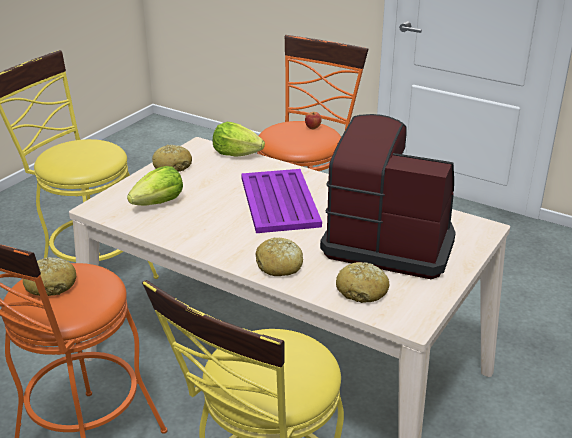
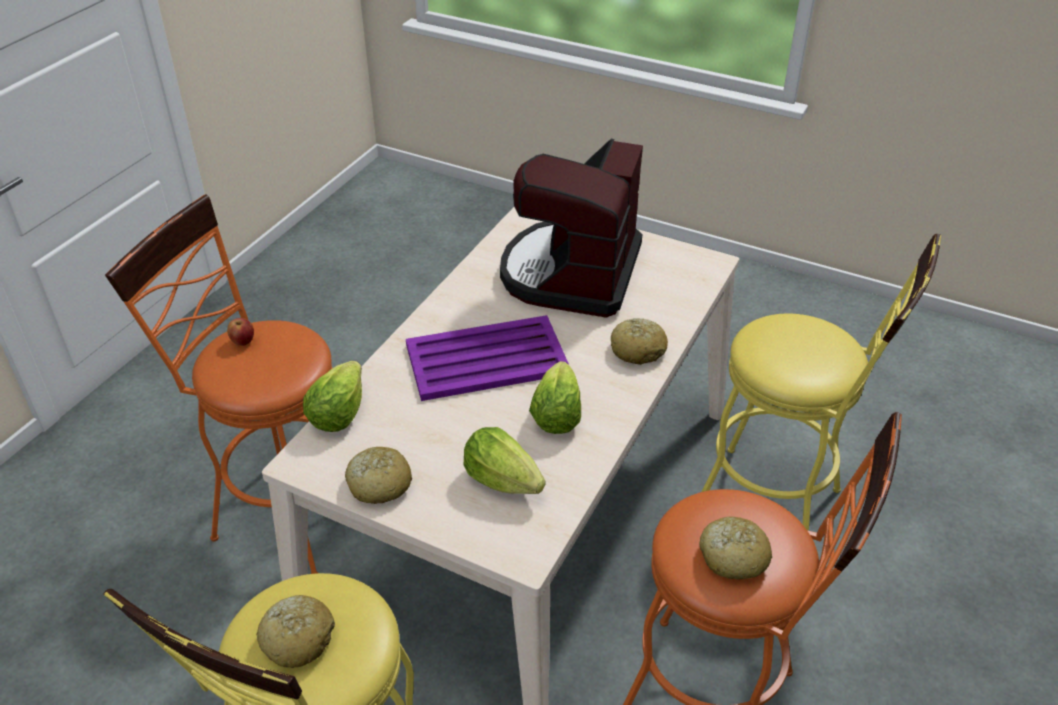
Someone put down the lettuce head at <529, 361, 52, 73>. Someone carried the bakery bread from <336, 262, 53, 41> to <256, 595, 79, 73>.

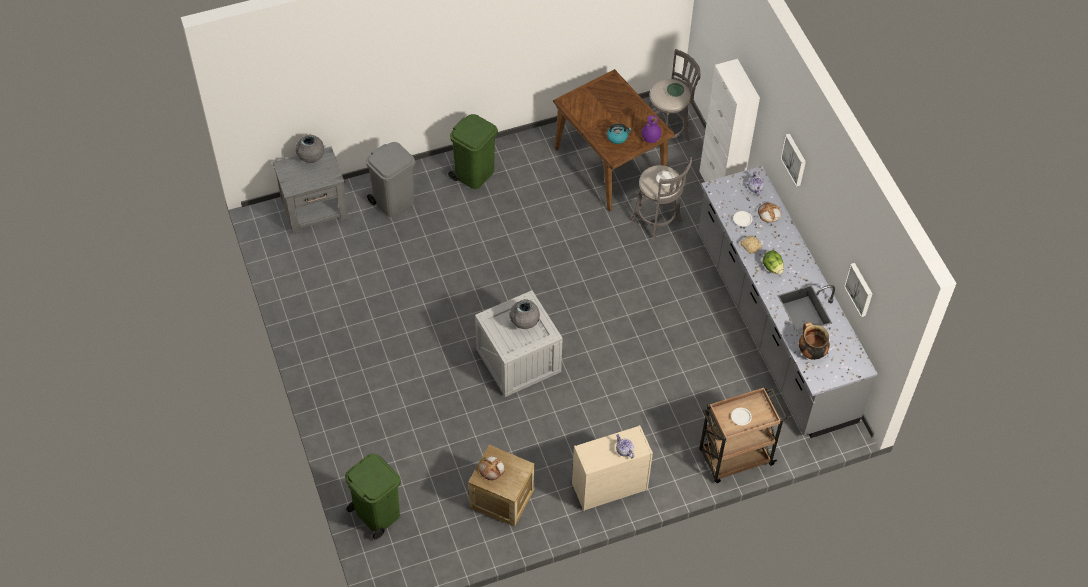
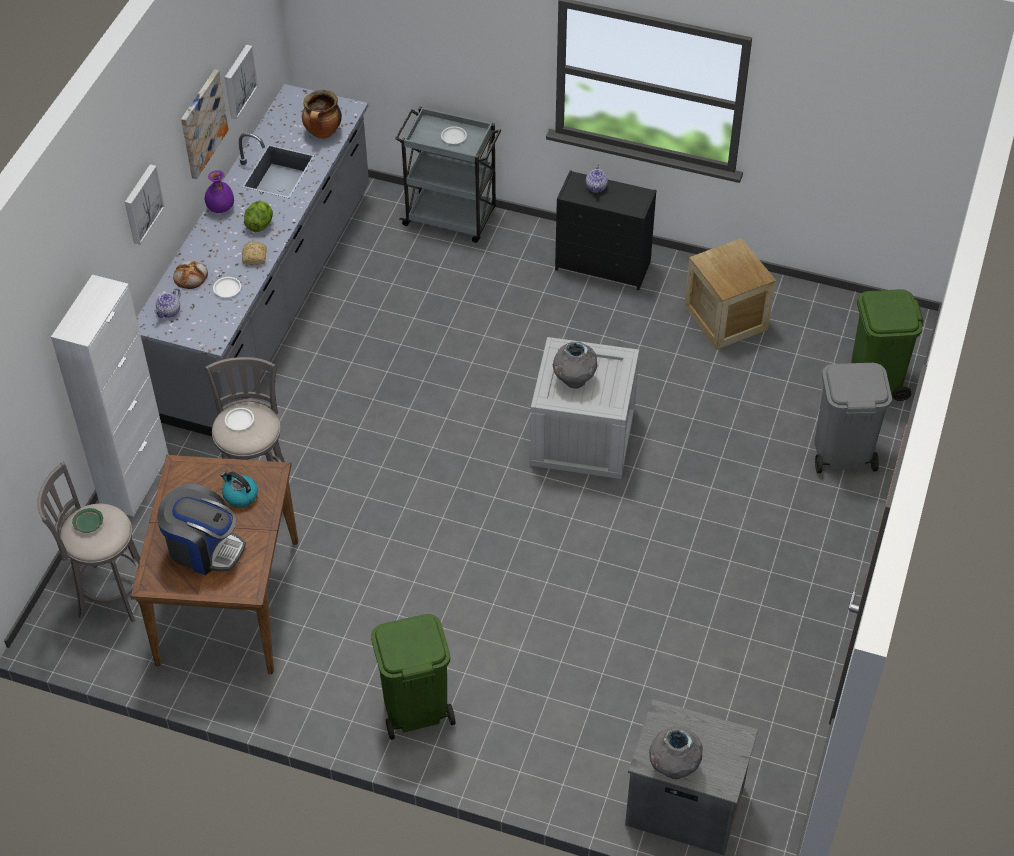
Someone took away the bakery bread at <479, 457, 26, 23>. Someone put down the coffee machine at <157, 483, 89, 92>. Someone put up the wall picture at <181, 69, 48, 110>. Someone carried the waste bin in gray from <366, 142, 49, 75> to <815, 363, 77, 110>. Someone carried the decorative vase in purplish from <642, 115, 20, 28> to <205, 170, 29, 43>. Someone repainted the chest of drawers in beige-coloured at <572, 425, 81, 86>, which became the chest of drawers in blackish at <555, 170, 101, 120>. Someone repainted the trolley in brown at <699, 387, 88, 96>, which became the trolley in gray at <395, 107, 106, 136>.

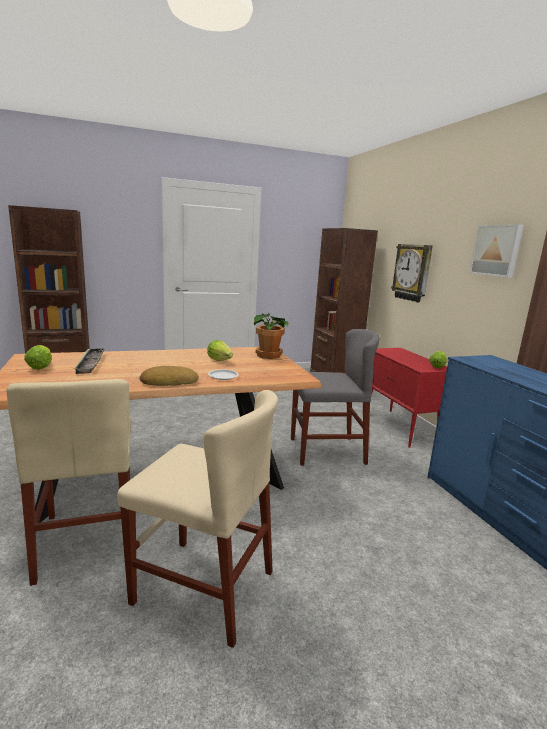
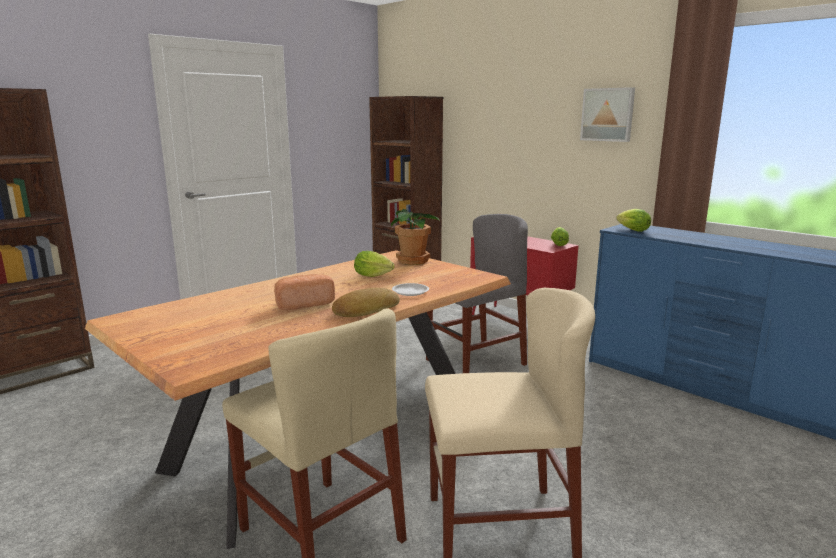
Someone took away the tray at <73, 348, 32, 26>. Someone took away the wall clock at <391, 244, 42, 58>. Someone put down the bakery bread at <274, 274, 61, 36>. Someone carried the lettuce head from <24, 345, 28, 25> to <616, 209, 35, 23>.

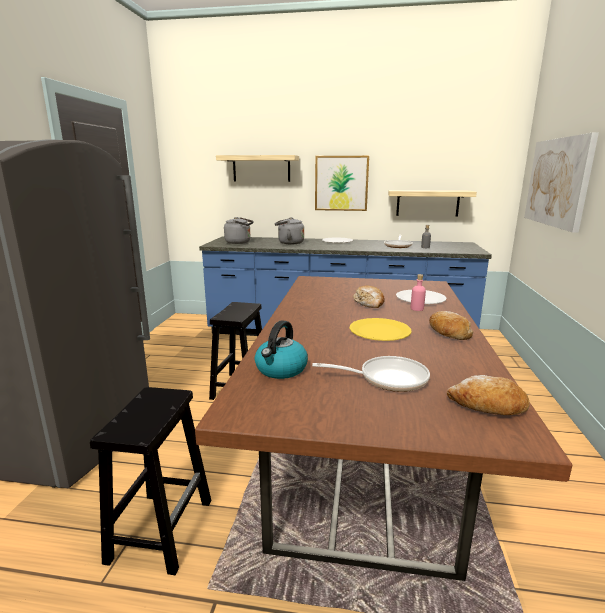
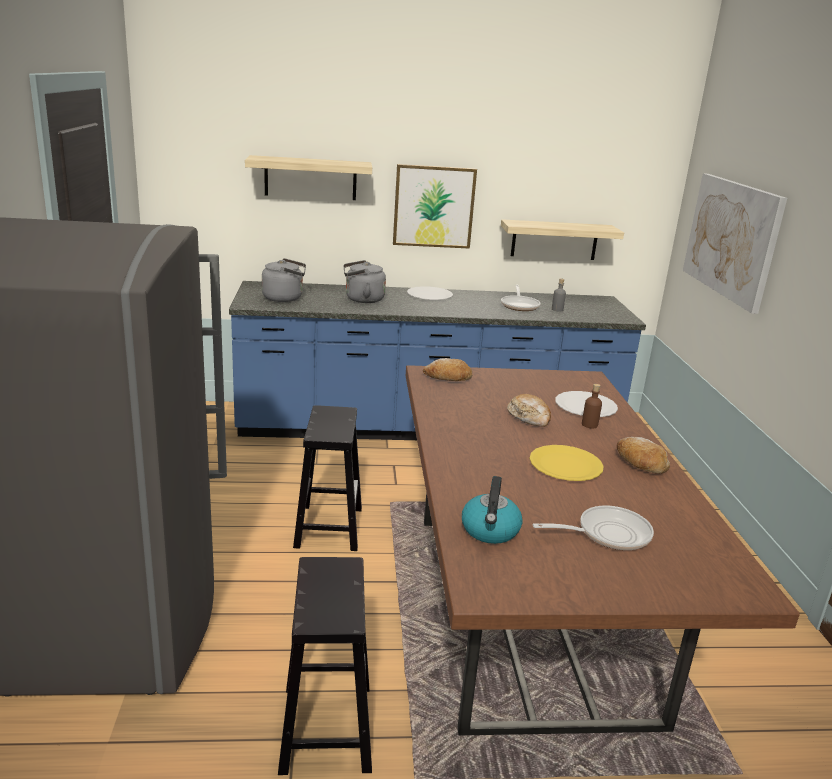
Someone carried the bakery bread from <447, 375, 83, 40> to <423, 358, 49, 23>. Someone repainted the beverage bottle in pink at <411, 274, 15, 37>, which became the beverage bottle in brown at <582, 384, 20, 44>.

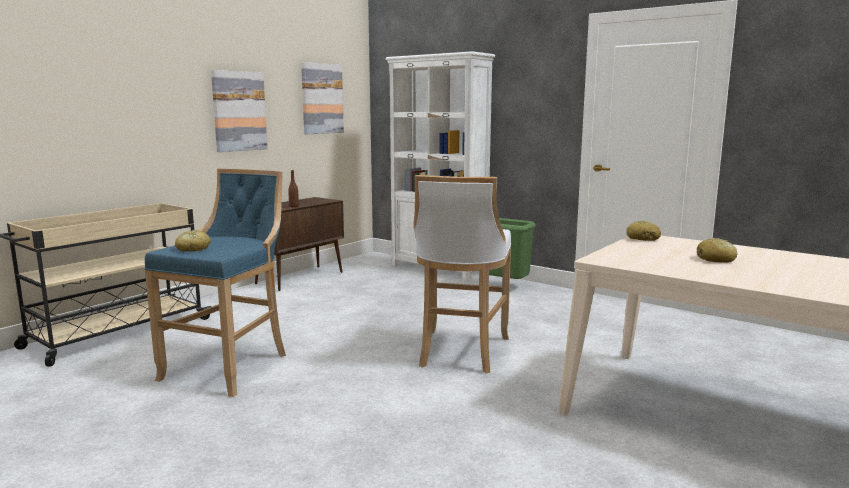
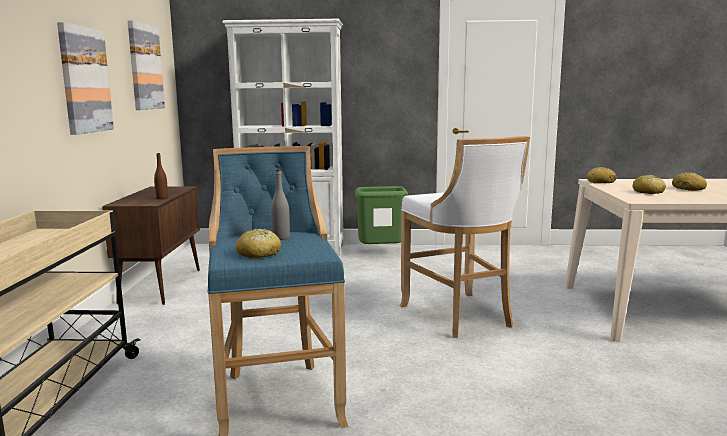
Someone put down the beverage bottle in gray at <271, 170, 19, 70>. Someone put down the bakery bread at <632, 175, 34, 19>.

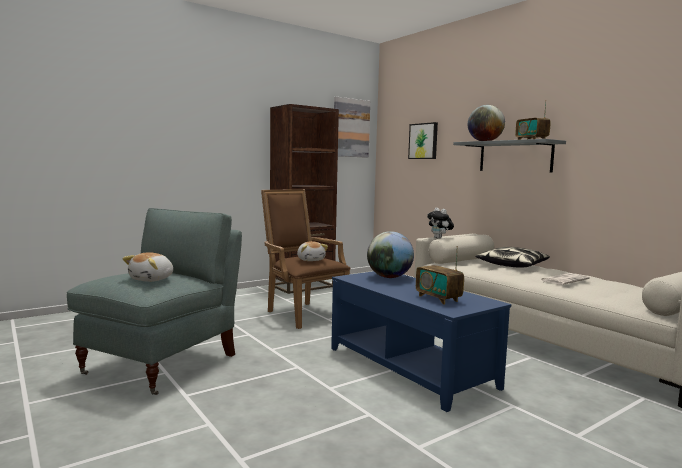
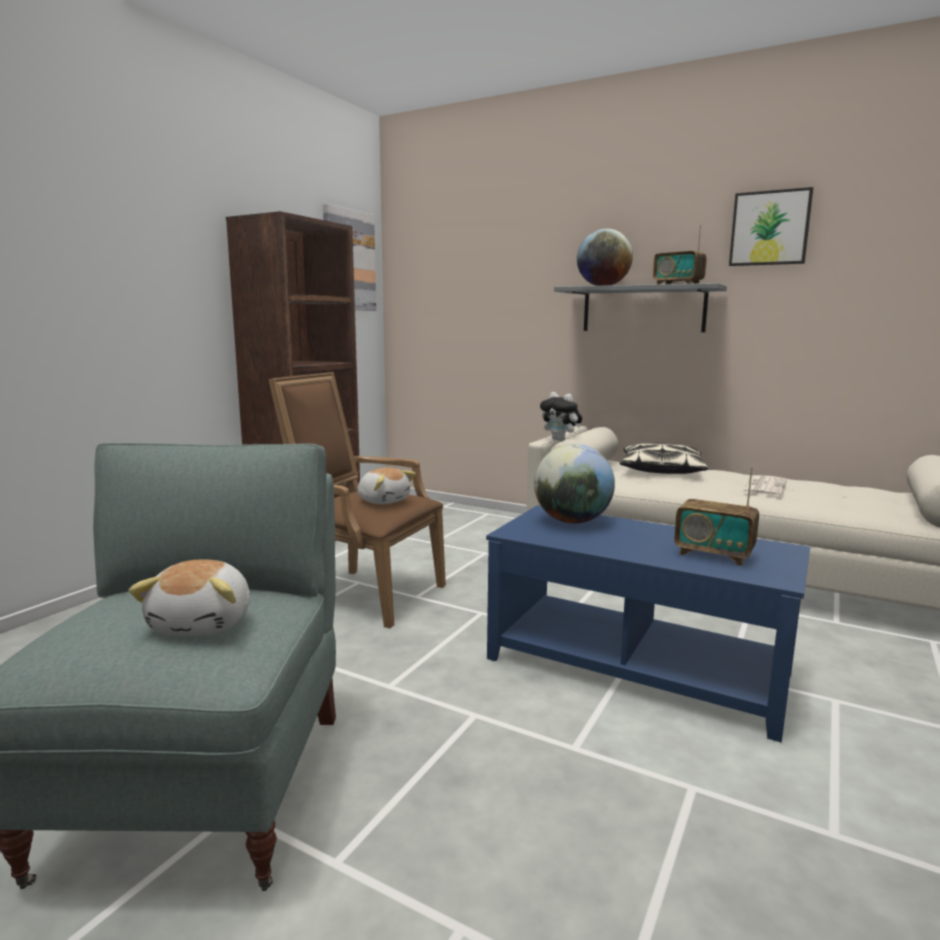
Someone carried the wall picture from <408, 122, 30, 37> to <729, 187, 84, 79>.

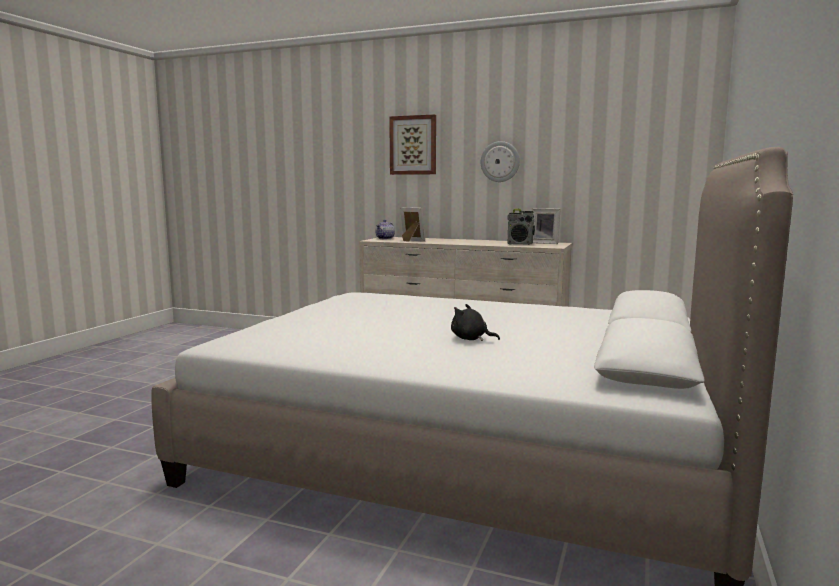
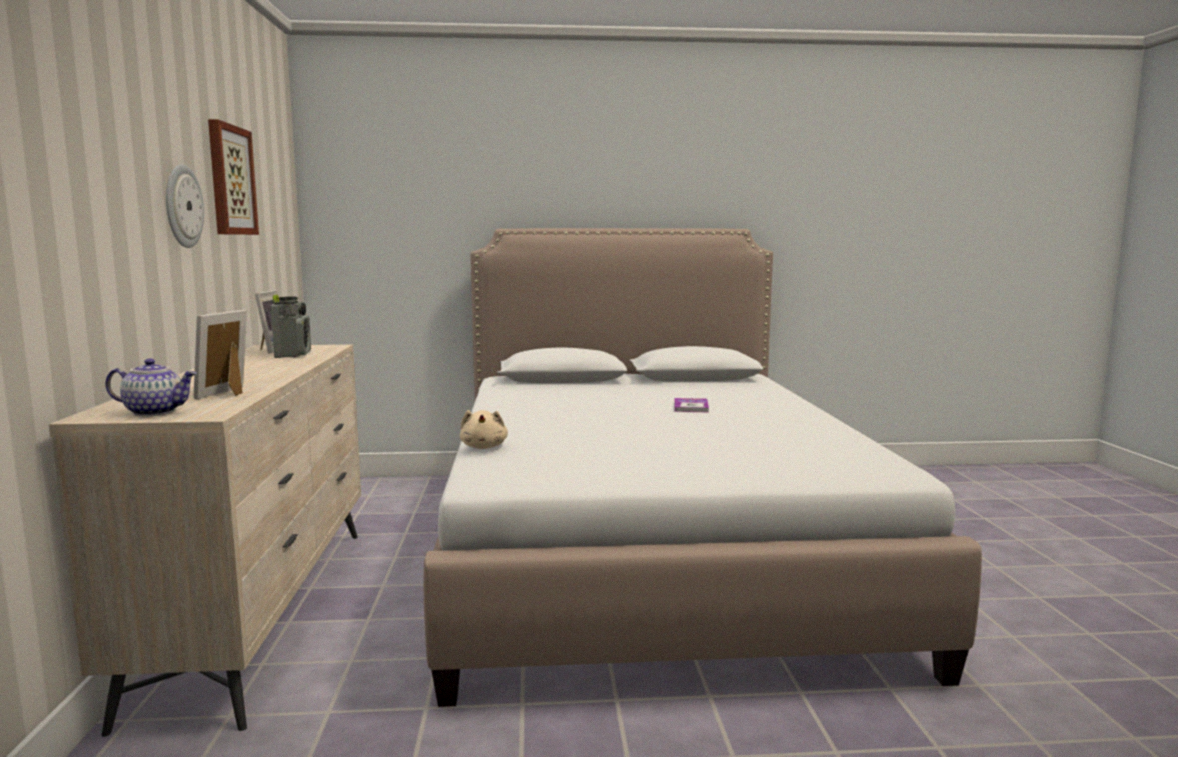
Someone put down the plush toy in beige-coloured at <460, 410, 48, 39>. Someone carried the wall picture from <389, 114, 47, 61> to <208, 119, 51, 116>. Someone swapped the plush toy in blackish at <451, 304, 49, 37> for the book at <674, 398, 35, 15>.

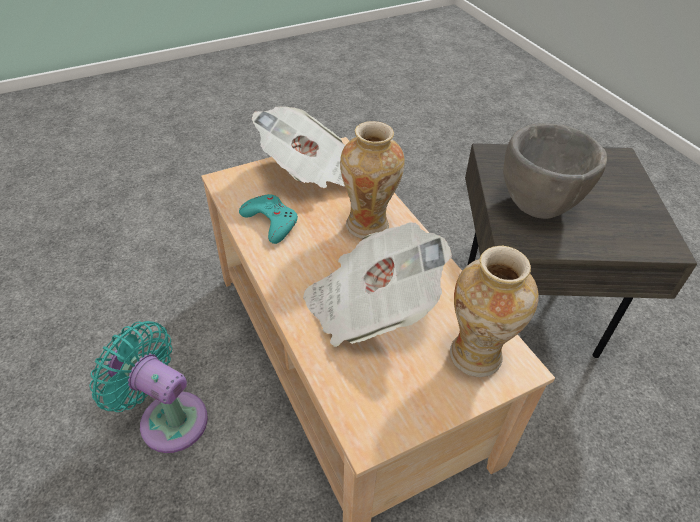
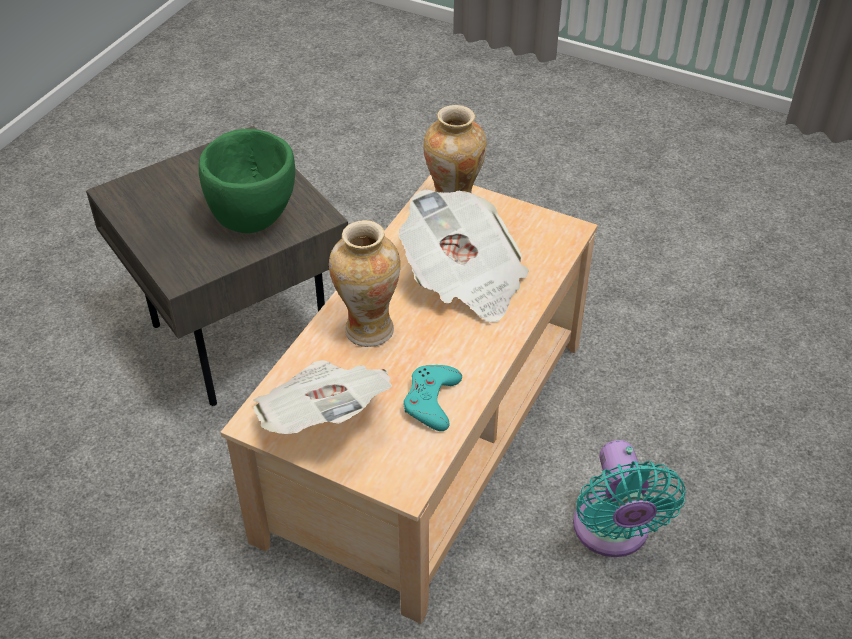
Someone repainted the serving bowl in gray at <503, 123, 104, 96>, which became the serving bowl in green-coloured at <199, 129, 96, 104>.

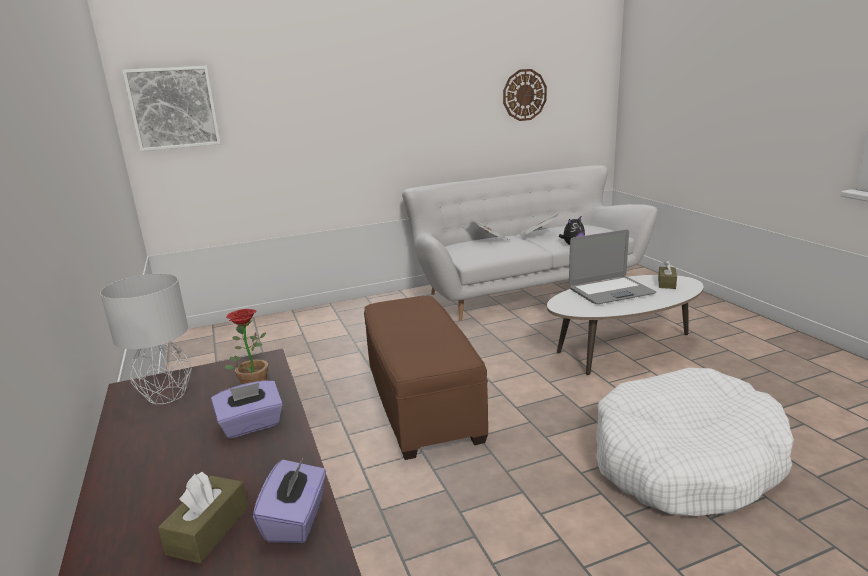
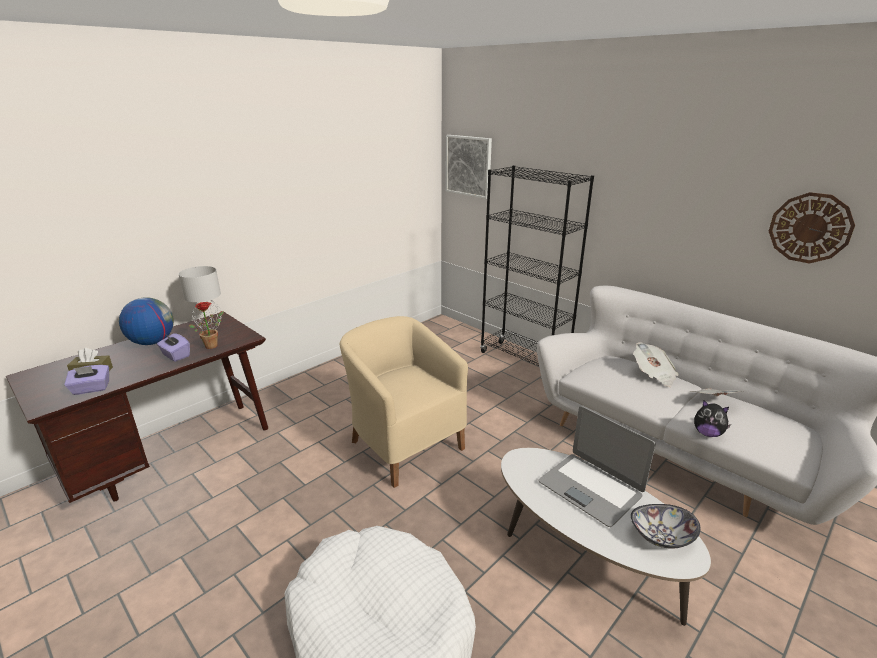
Someone put down the globe at <119, 297, 55, 48>. Someone put down the shelving unit in blackish at <480, 165, 114, 201>. Someone swapped the pouffe in brown at <364, 296, 124, 164> for the armchair in beige-coloured at <340, 316, 128, 172>. Someone swapped the tissue box in brown at <658, 260, 19, 29> for the serving bowl at <631, 504, 70, 45>.

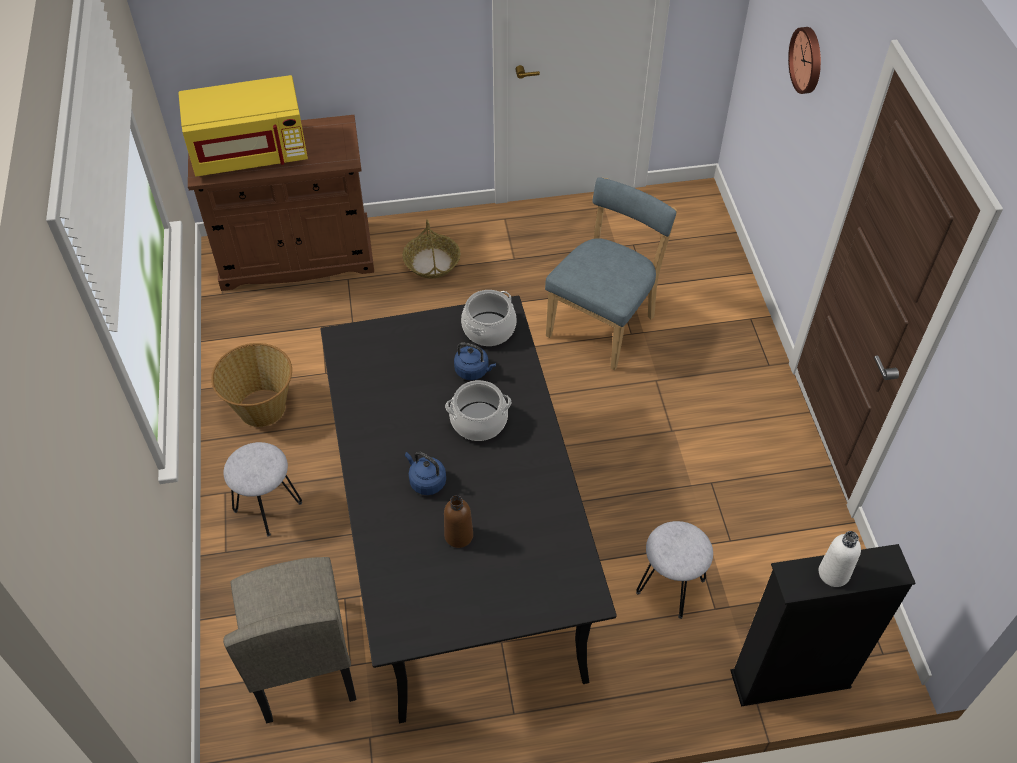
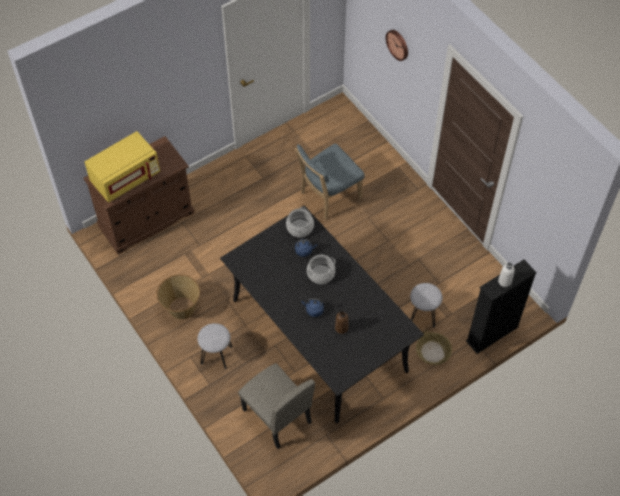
Someone carried the household basket from <402, 219, 58, 60> to <416, 331, 36, 34>. Someone rotated the upright chair in blue-coloured at <545, 177, 132, 194> by 135 degrees counterclockwise.

